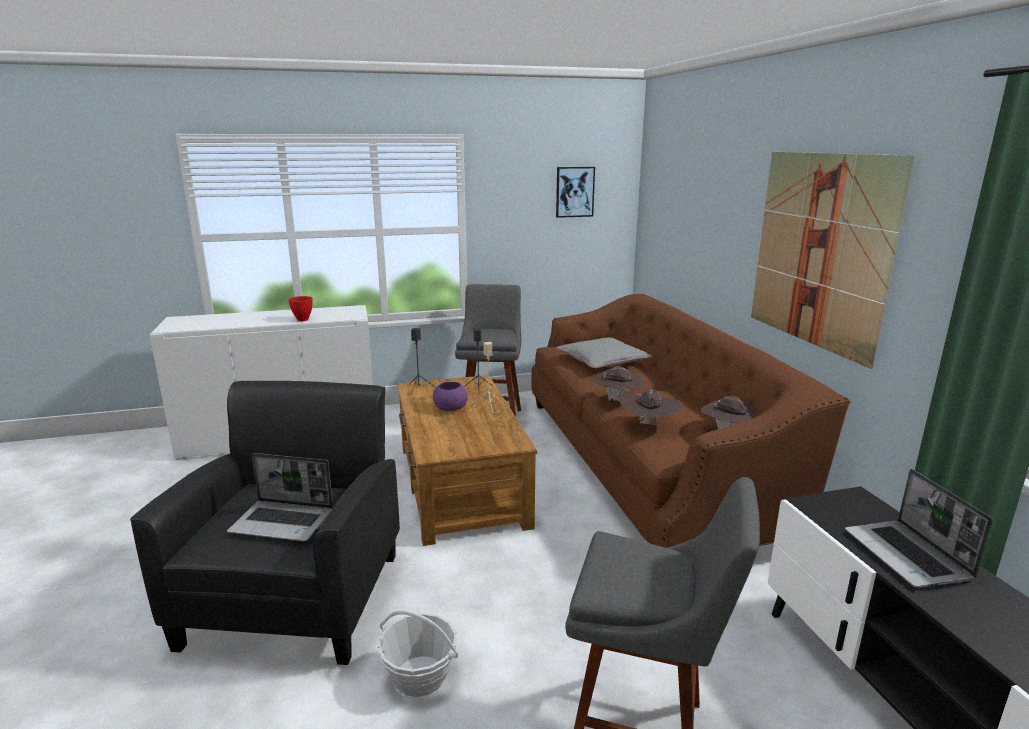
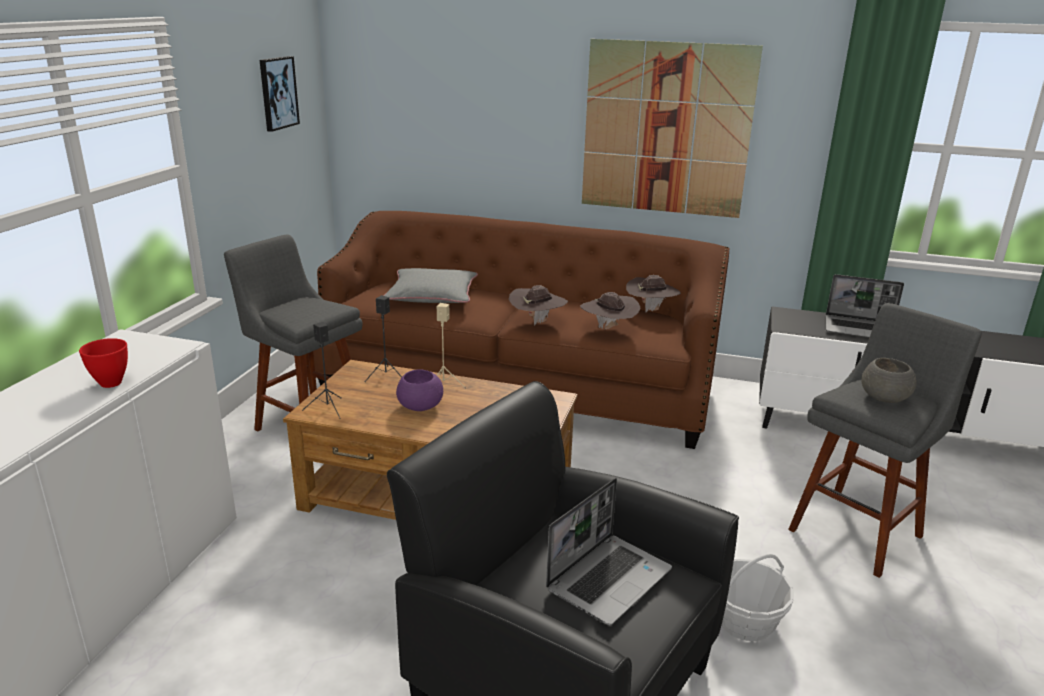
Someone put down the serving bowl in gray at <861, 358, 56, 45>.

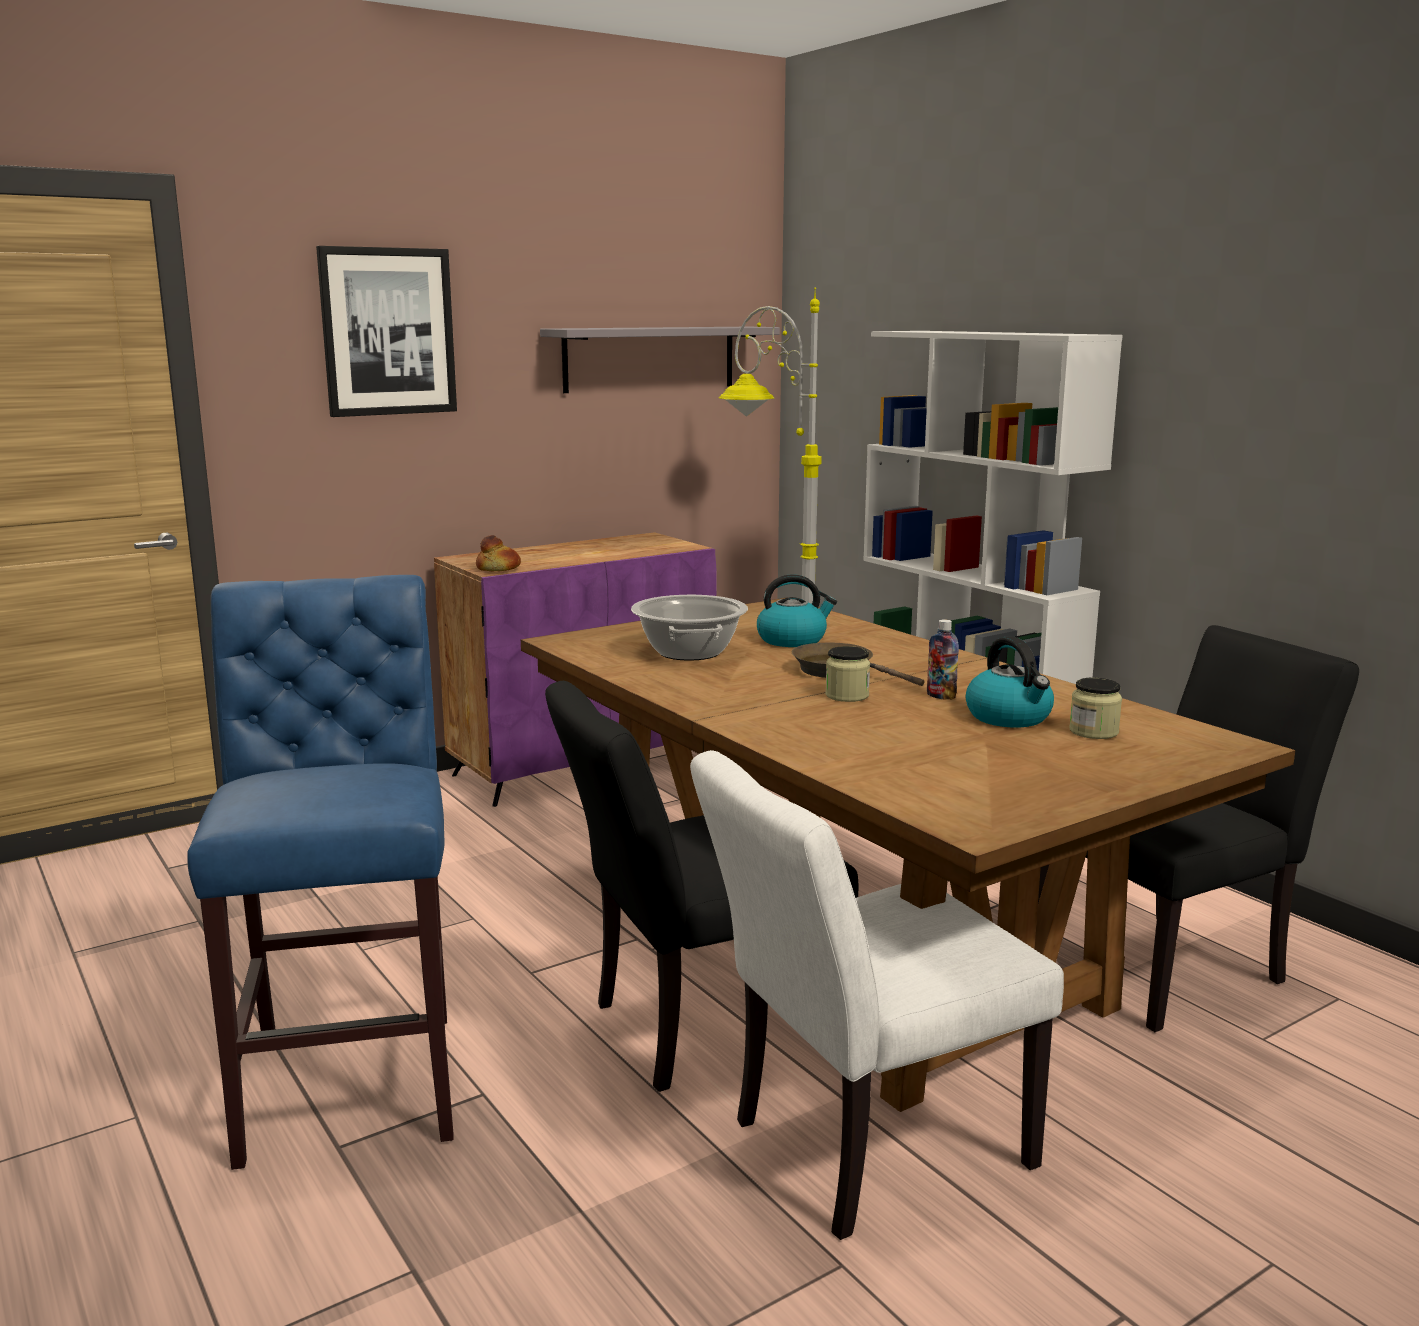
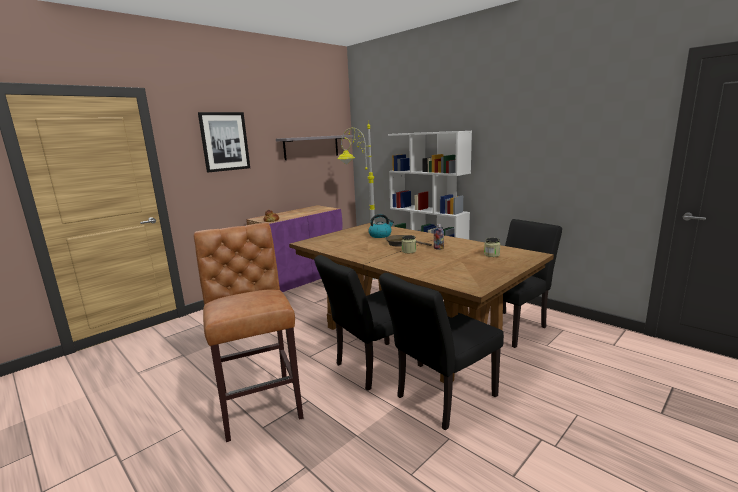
Someone took away the cooking pot at <631, 595, 117, 66>. Someone took away the tea kettle at <966, 636, 88, 91>. Someone repainted the stool in blue-coloured at <187, 575, 267, 595>, which became the stool in brown at <194, 223, 110, 219>. Someone repainted the upright chair in white-coloured at <690, 750, 374, 490>, which became the upright chair in blackish at <379, 273, 125, 157>.

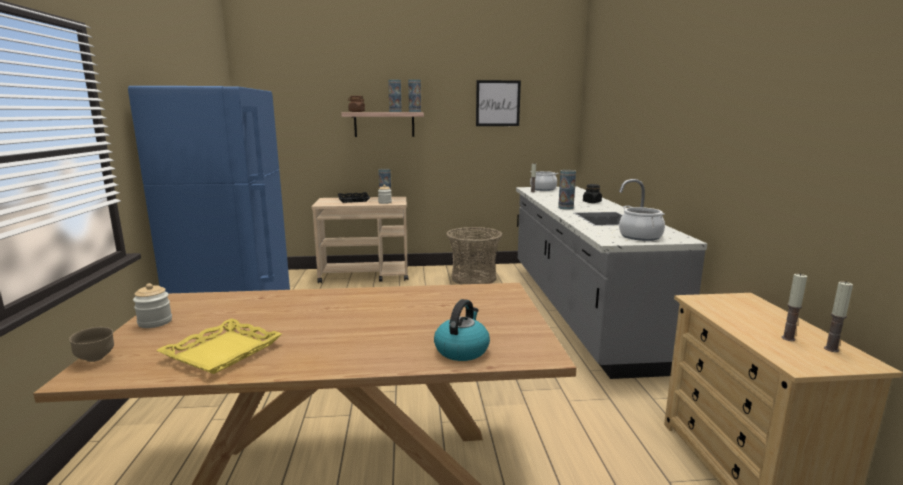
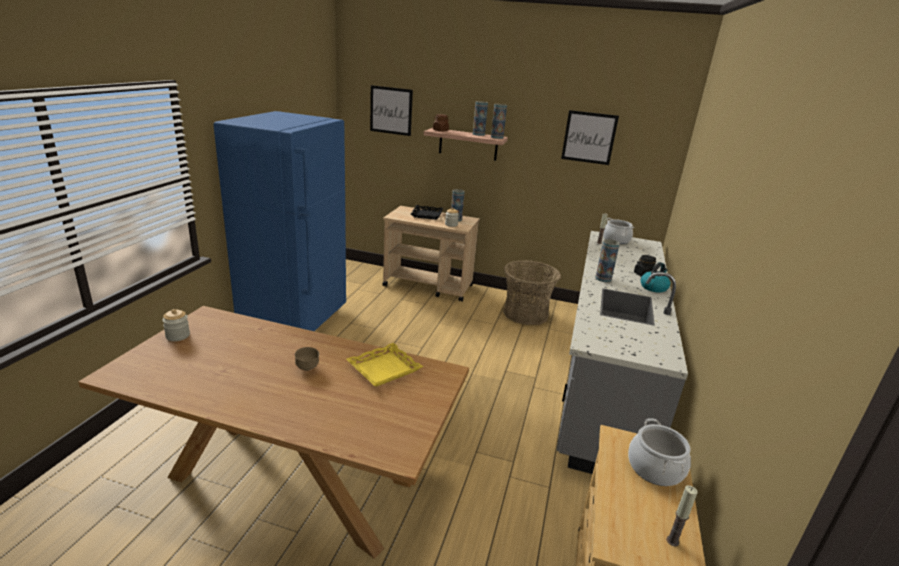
Someone took away the wax light at <782, 273, 25, 68>. Someone put up the wall picture at <370, 85, 43, 51>. Someone carried the serving bowl in brown from <69, 327, 45, 35> to <295, 347, 24, 24>. Someone carried the tray in yellow-coloured from <156, 318, 126, 56> to <346, 343, 77, 44>. Someone carried the tea kettle from <434, 299, 56, 62> to <641, 262, 29, 31>. Someone carried the cooking pot from <619, 206, 46, 35> to <628, 418, 63, 68>.

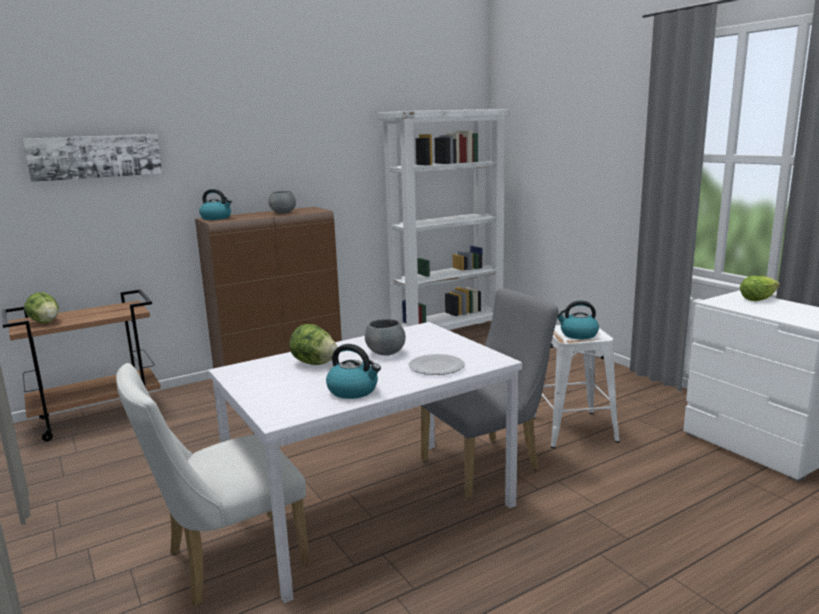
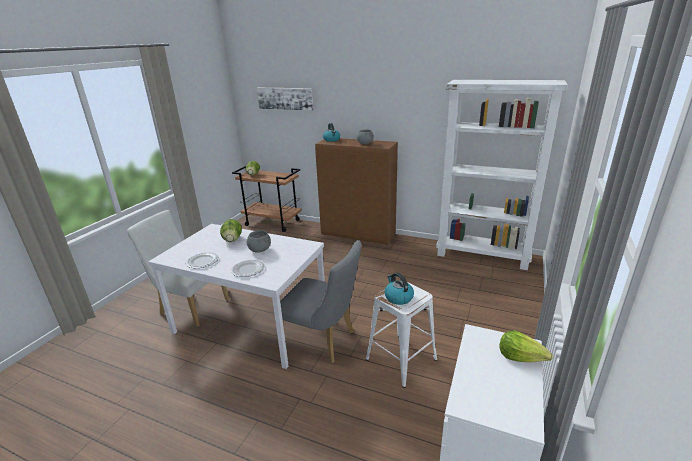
Someone swapped the tea kettle at <326, 344, 55, 55> for the flat dish at <185, 252, 33, 16>.

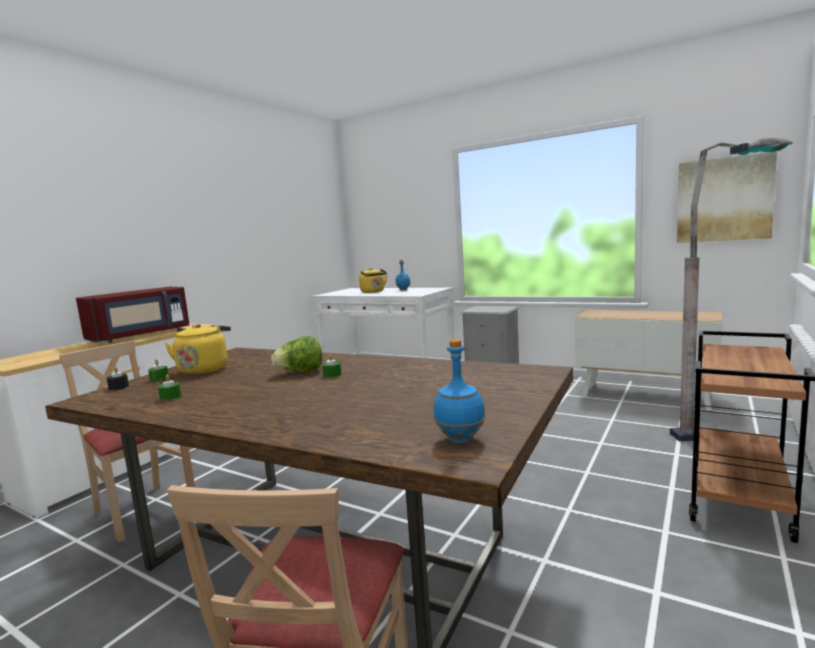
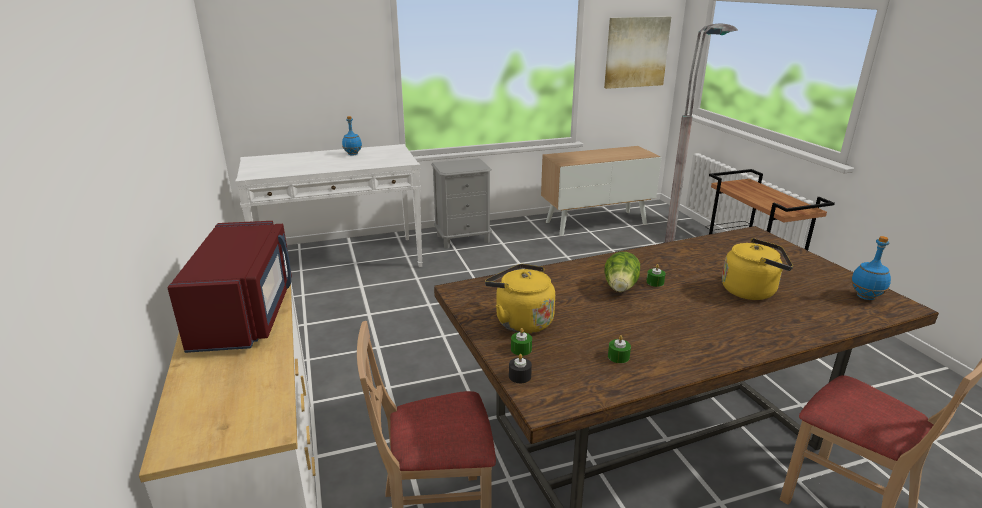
Someone carried the tea kettle in yellow-coloured from <359, 268, 28, 25> to <722, 238, 71, 62>.

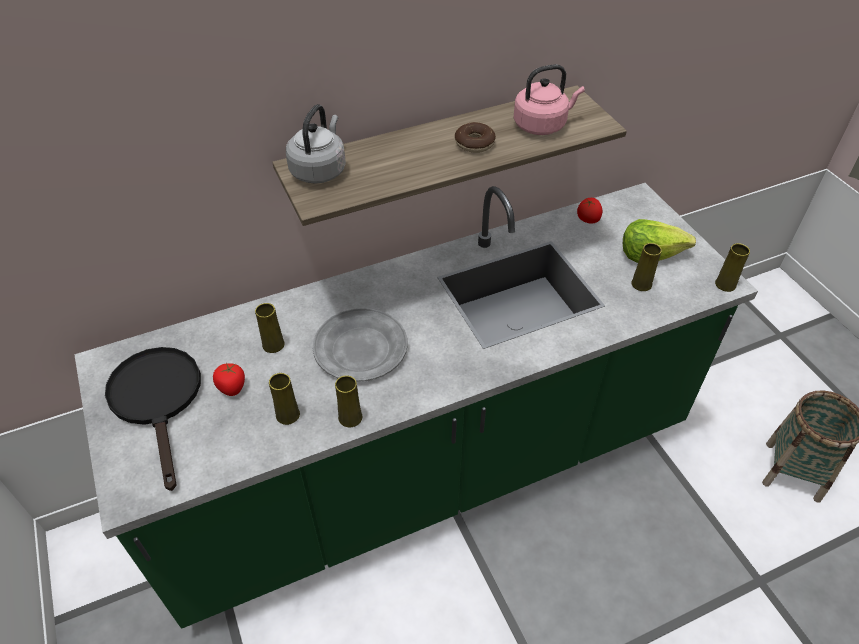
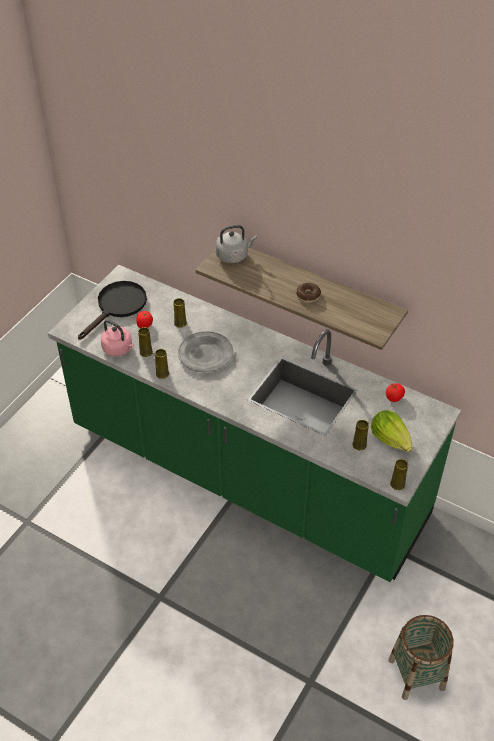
Someone carried the tea kettle in pink from <514, 64, 71, 71> to <101, 320, 33, 36>.

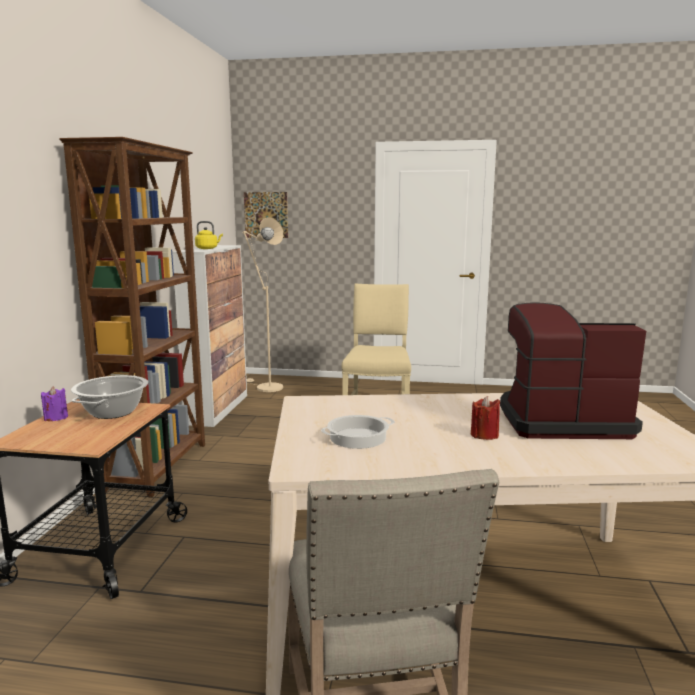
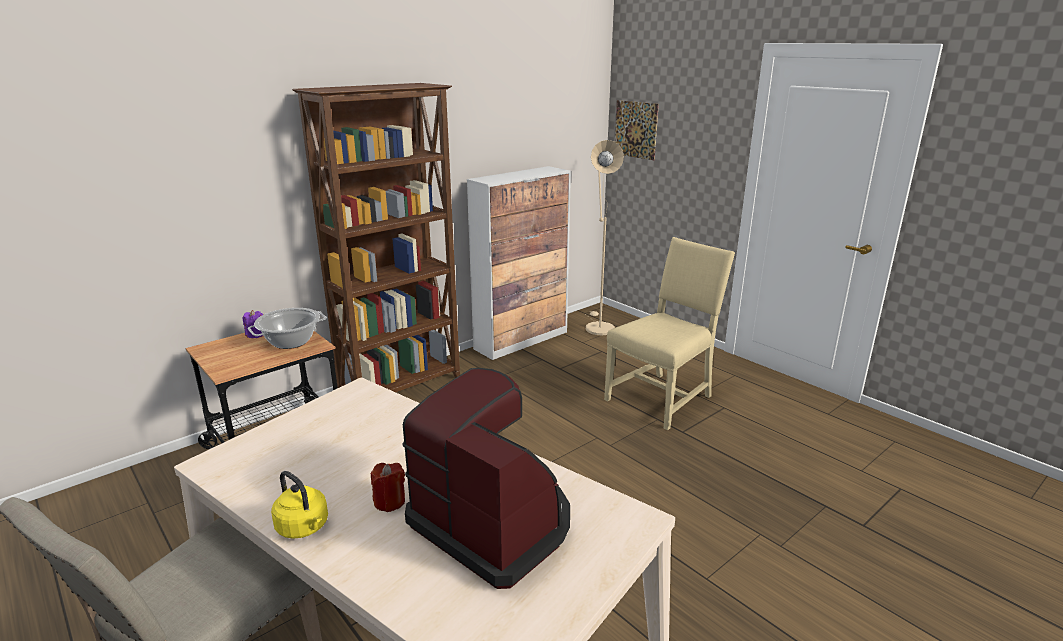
Someone took away the cooking pot at <321, 415, 74, 34>. Someone carried the tea kettle in yellow-coloured from <195, 221, 28, 28> to <271, 471, 57, 68>.

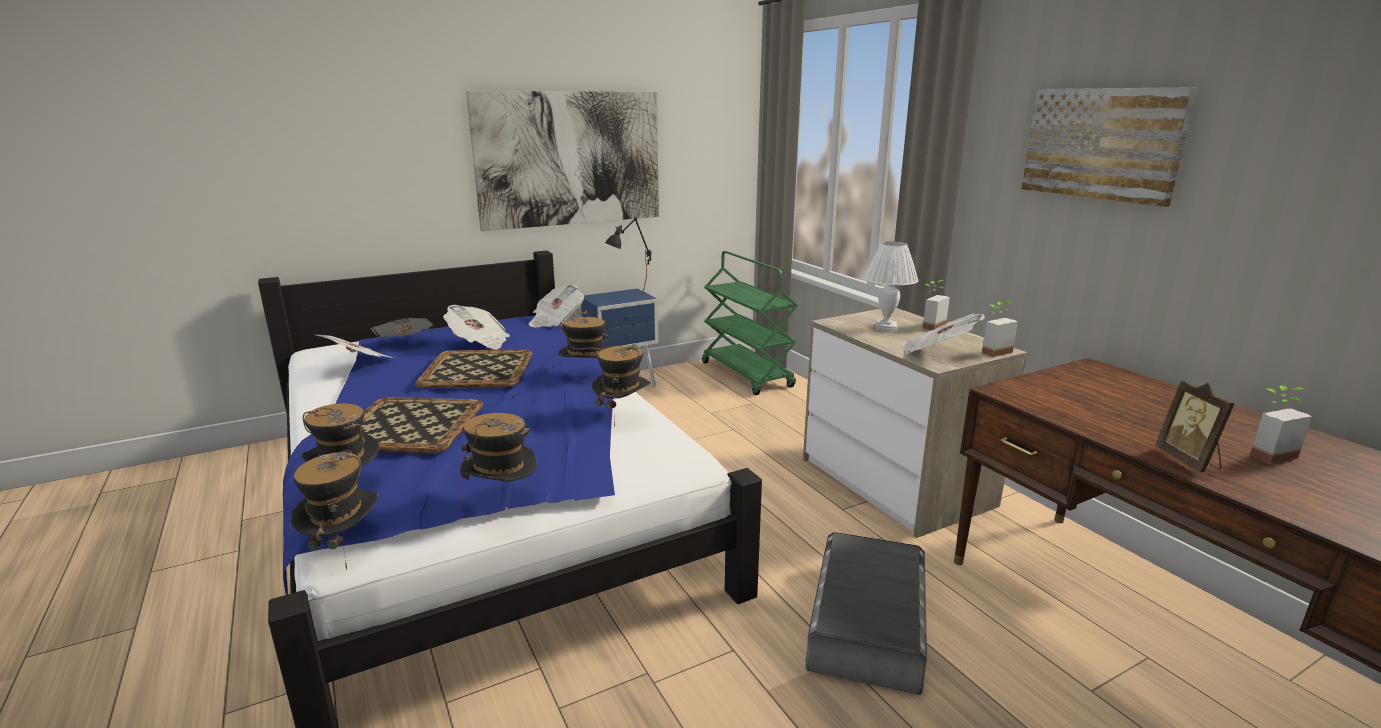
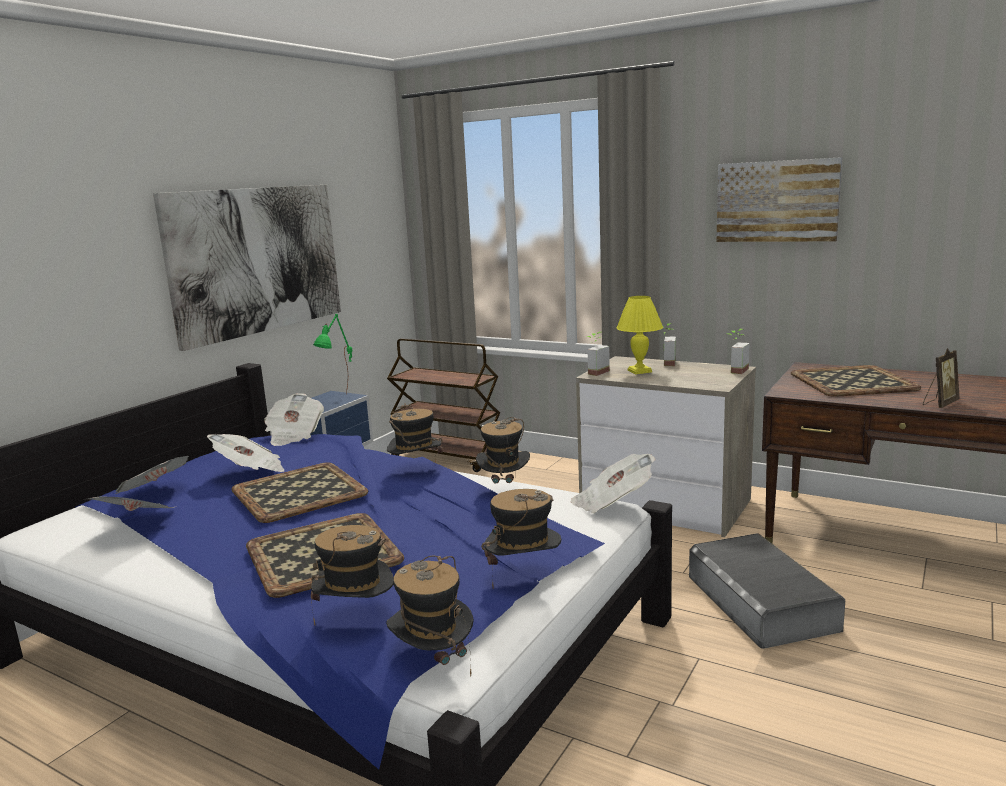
Someone put down the tray at <791, 365, 130, 32>. Someone carried the printed paper from <901, 314, 84, 39> to <571, 454, 85, 60>. Someone carried the plant in a pot from <1250, 386, 62, 78> to <586, 332, 24, 44>. Someone repainted the tabletop lamp in blackish at <605, 217, 47, 77>, which became the tabletop lamp in green-coloured at <313, 314, 39, 80>. Someone repainted the trolley in green-coloured at <702, 251, 96, 144>, which became the trolley in brown at <387, 338, 113, 134>. Someone repainted the tabletop lamp in white-coloured at <864, 241, 54, 91>, which became the tabletop lamp in yellow-coloured at <617, 296, 46, 78>. Someone rotated the picture frame at <1155, 380, 79, 92> by 90 degrees counterclockwise.

